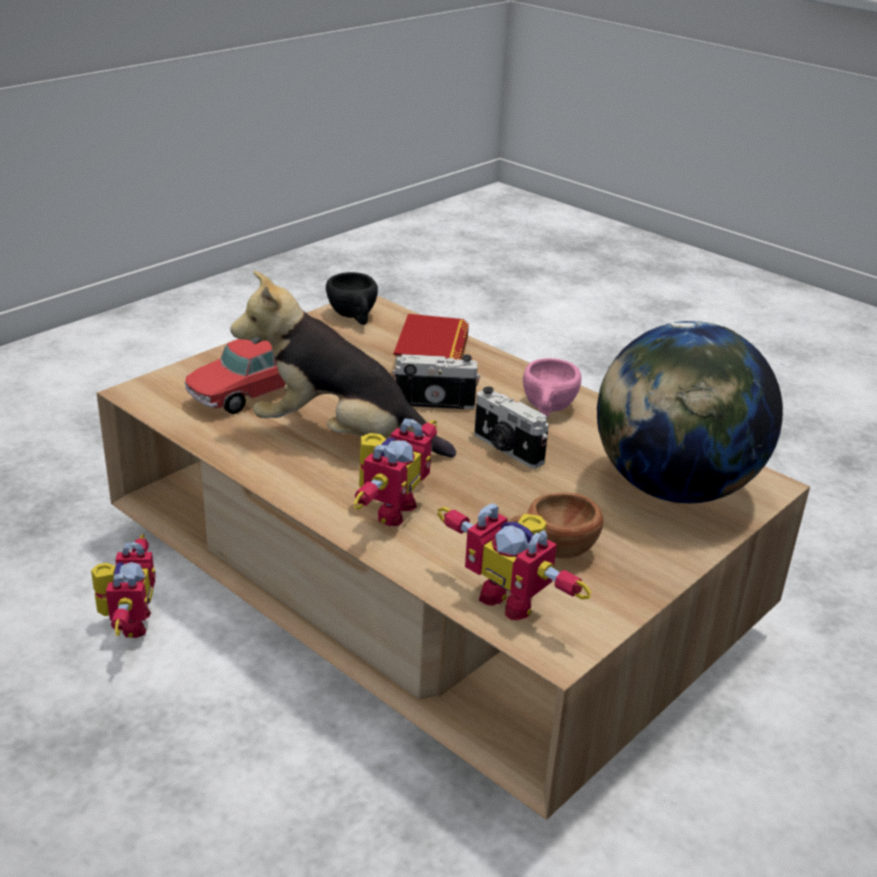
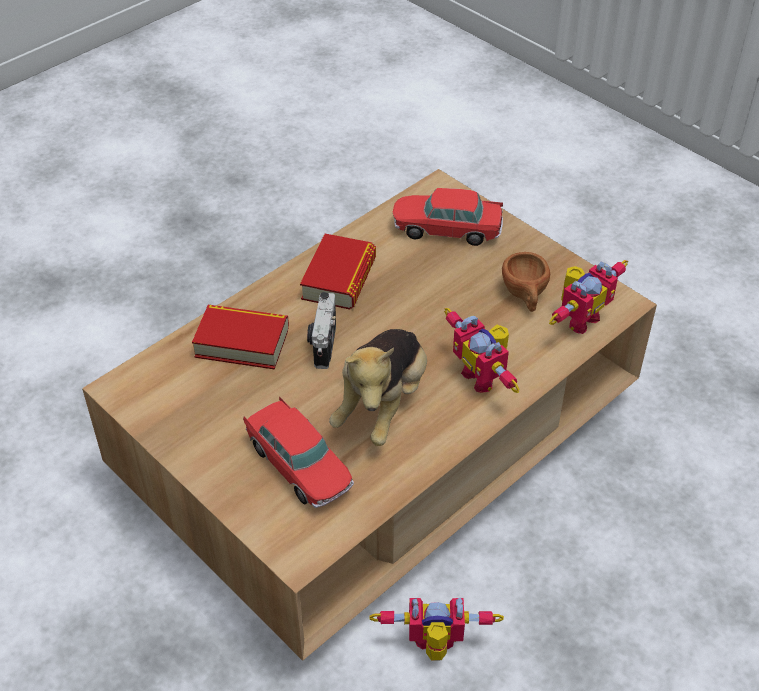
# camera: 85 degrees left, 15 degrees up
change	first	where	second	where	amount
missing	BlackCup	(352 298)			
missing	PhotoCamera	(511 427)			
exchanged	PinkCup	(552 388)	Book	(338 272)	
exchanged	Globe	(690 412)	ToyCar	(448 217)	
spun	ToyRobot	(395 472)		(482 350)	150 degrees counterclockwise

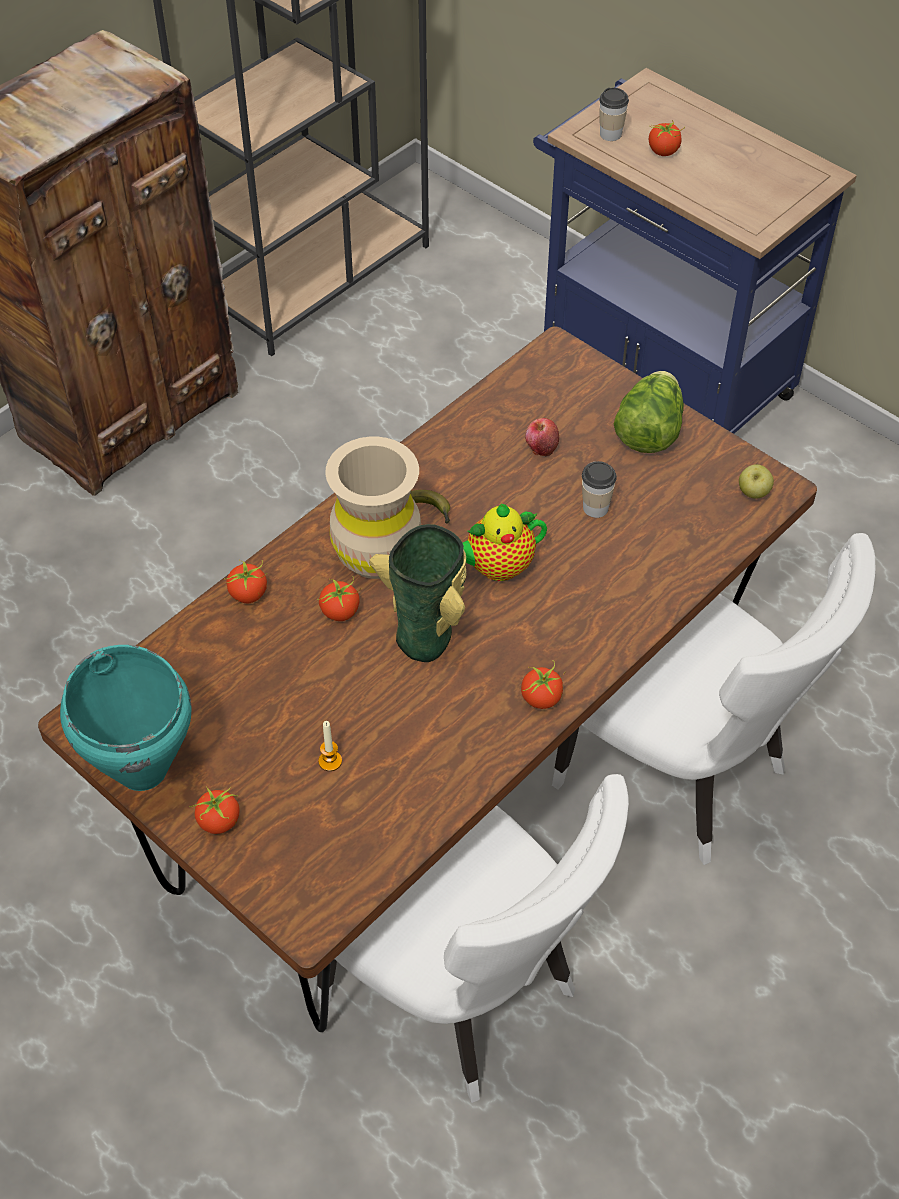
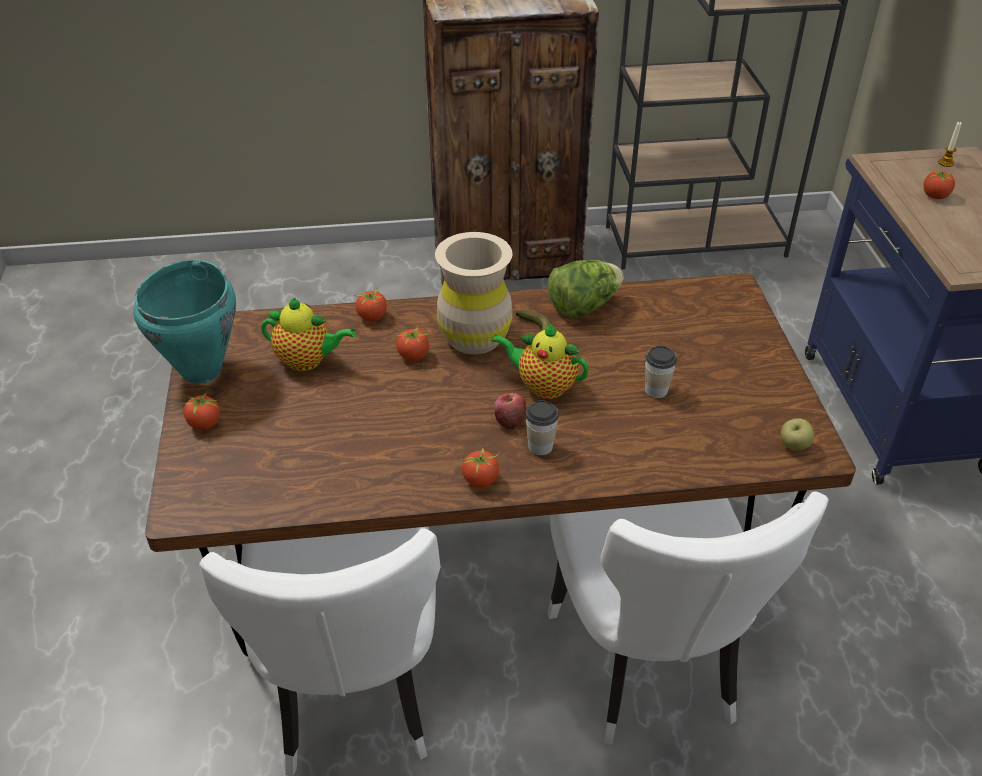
# camera: 40 degrees right, 10 degrees down
change	first	where	second	where	amount
missing	Vase	(418 593)			
appeared			Teapot	(308 334)	
relocated	Candle	(330 746)		(950 144)	
relocated	Apple	(542 437)		(510 411)	
relocated	Cup	(614 114)		(542 427)	
relocated	Lettuce	(649 412)		(585 289)	

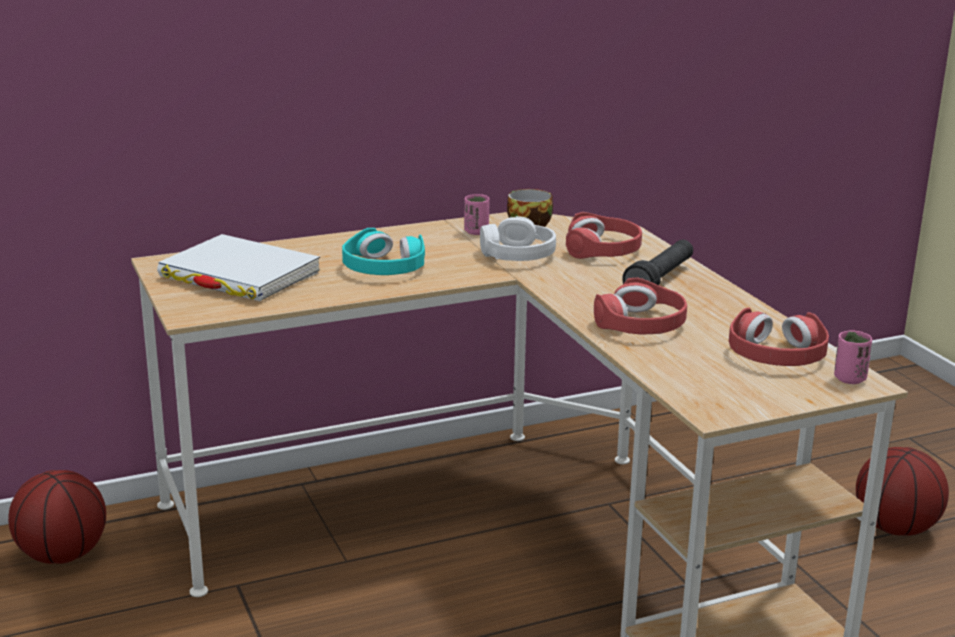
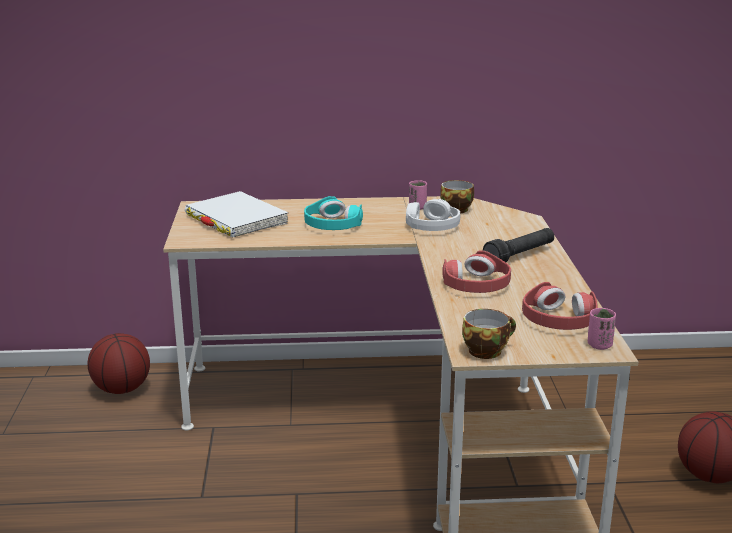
# camera: 20 degrees right, 0 degrees up
change	first	where	second	where	amount
missing	RedHeadphones	(604 235)			
appeared			Cup	(489 334)	

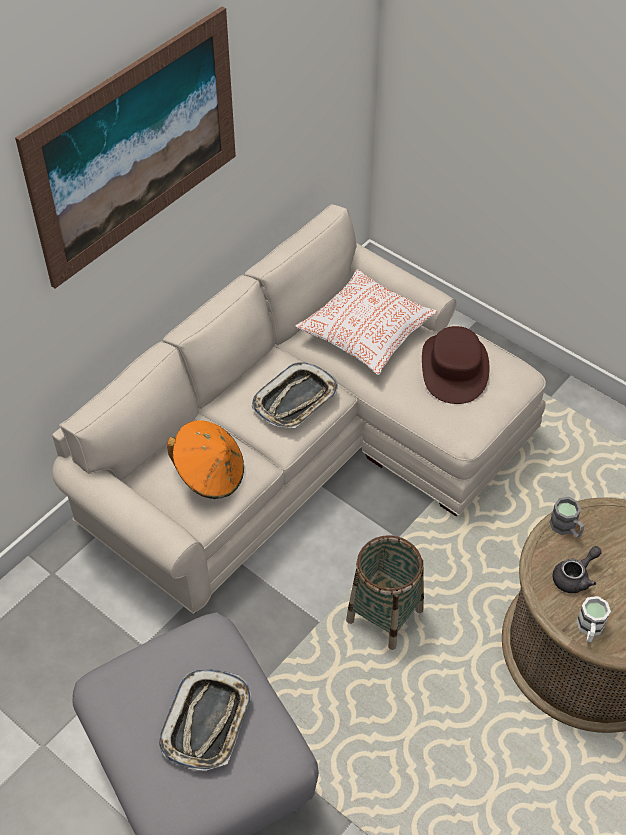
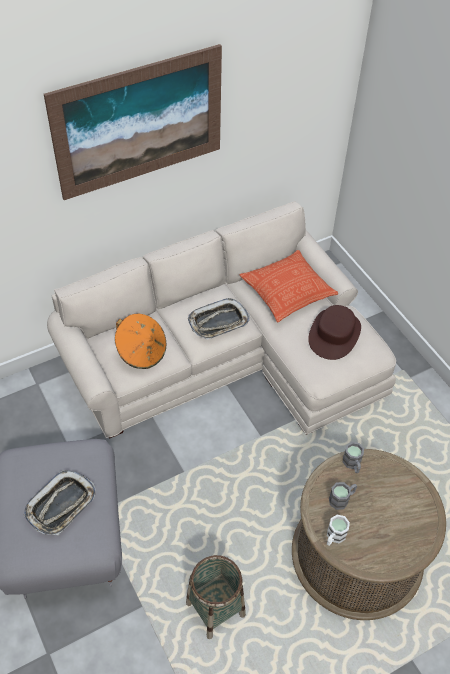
# camera: 20 degrees right, 0 degrees up
change	first	where	second	where	amount
relocated	Basket	(385 592)		(216 597)	
exchanged	GreyTeapot	(577 569)	GreyMug	(343 496)	
colour	WhitePillow	(367 322)	OrangePillow	(288 286)	

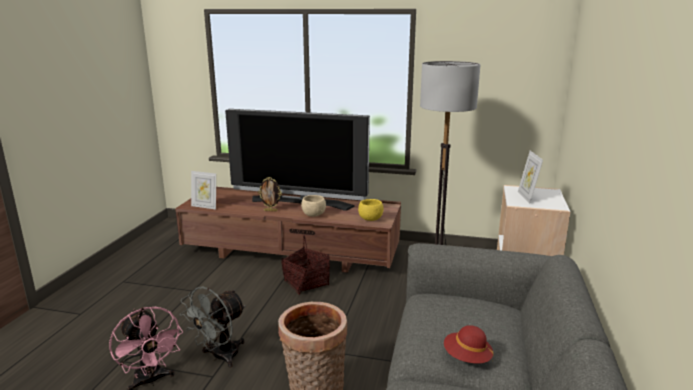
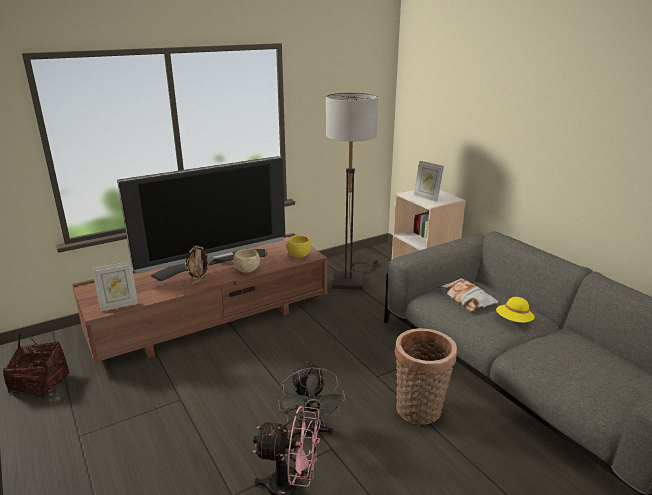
# camera: 45 degrees left, 5 degrees up
change	first	where	second	where	amount
appeared			Pillow	(468 295)	
relocated	Basket	(306 265)		(36 366)	
colour	RedHat	(468 344)	YellowHat	(515 310)	

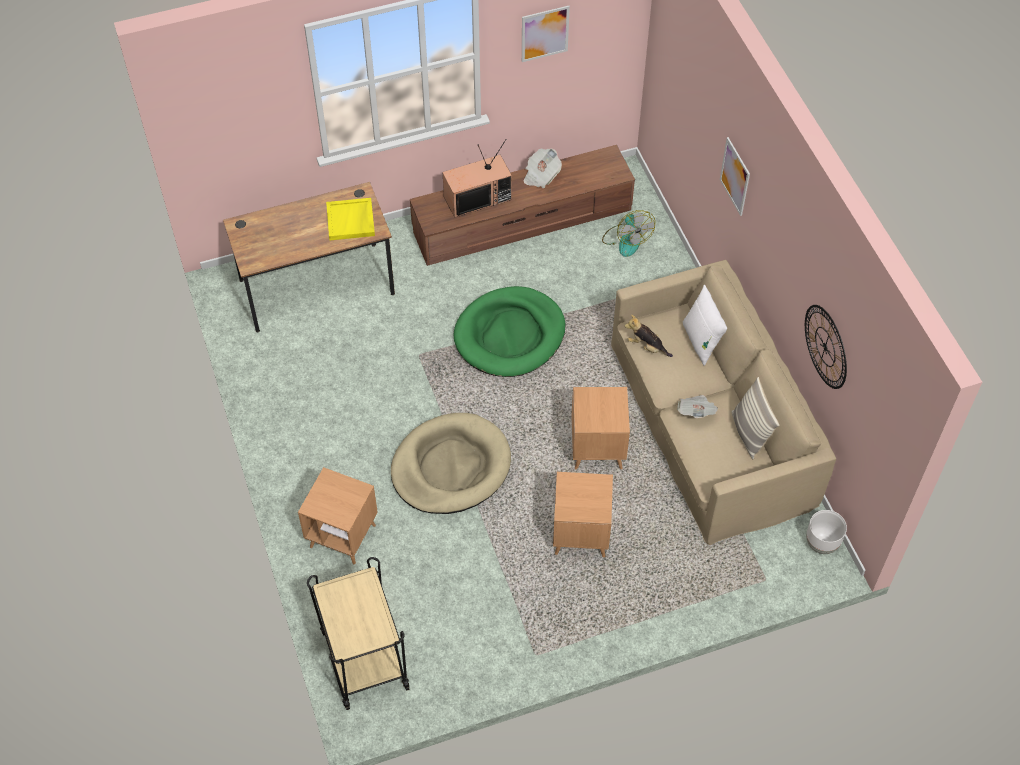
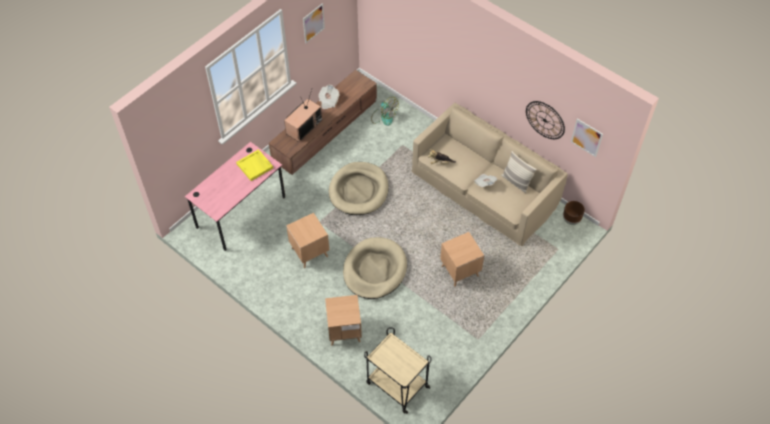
# camera: 30 degrees left, 0 degrees up
change	first	where	second	where	amount
missing	WhitePillow	(705 325)			
relocated	BrownSideTable	(600 428)		(307 240)	
relocated	Picture	(735 176)		(587 138)	
colour	BrownDesk	(309 257)	PinkDesk	(235 196)	
colour	GreenDogBed	(510 331)	BeigeDogBed	(359 188)	
colour	WhitePlanter	(826 532)	BrownPlanter	(574 213)	

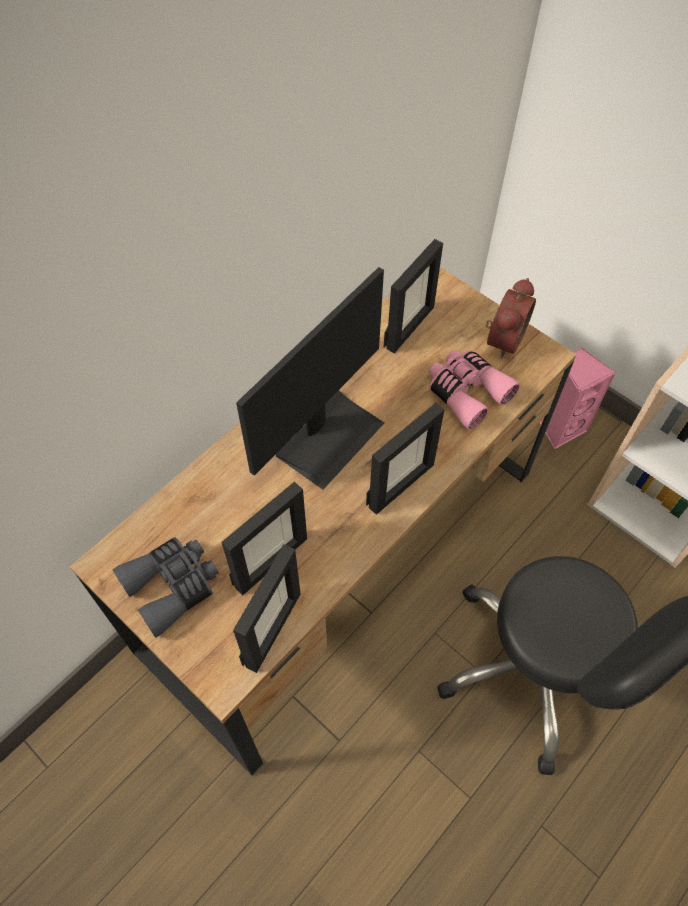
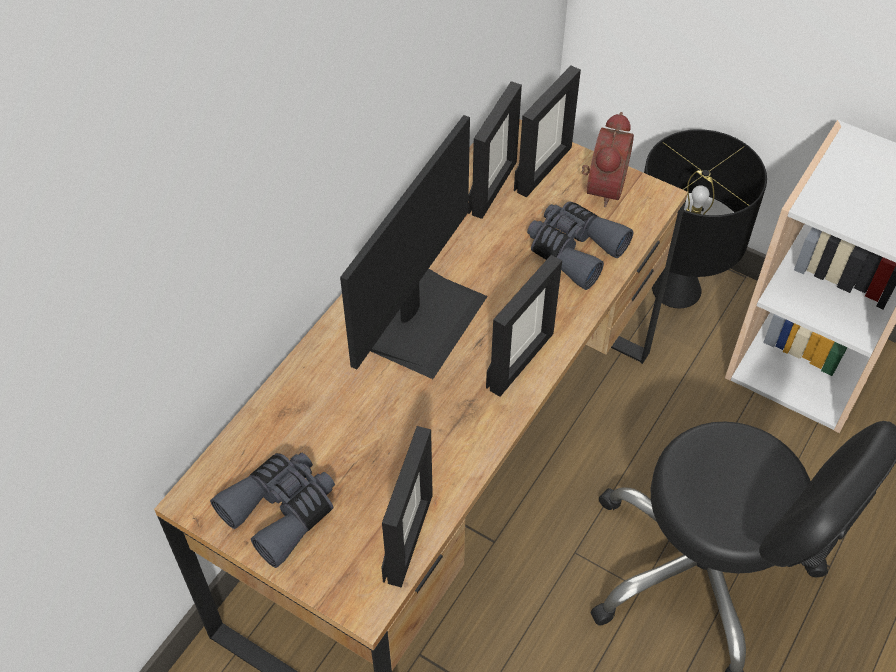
# camera: 10 degrees left, 5 degrees down
change	first	where	second	where	amount
relocated	PictureFrame	(264 538)		(547 131)	
exchanged	PinkSpeaker	(577 398)	BlackTableLamp	(705 218)	
colour	PinkBinoculars	(474 390)	GreyBinoculars	(580 245)	

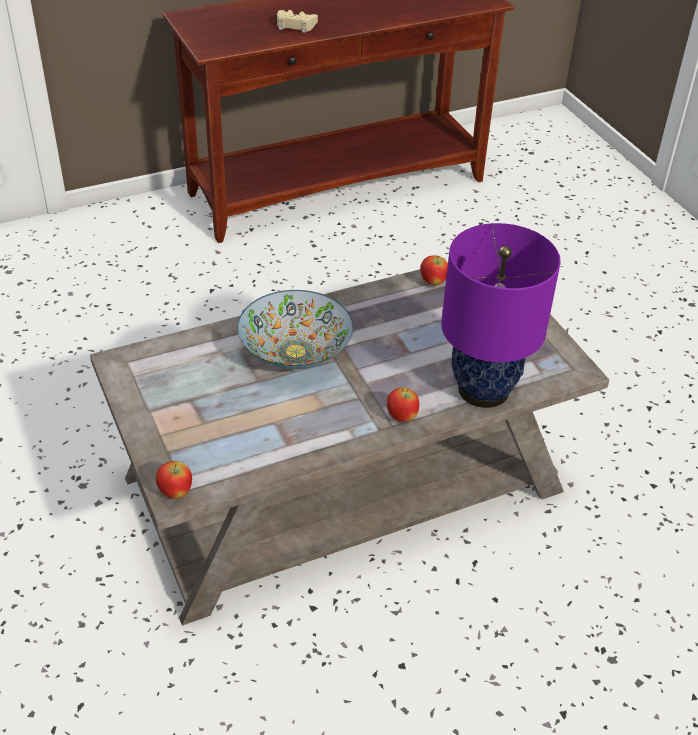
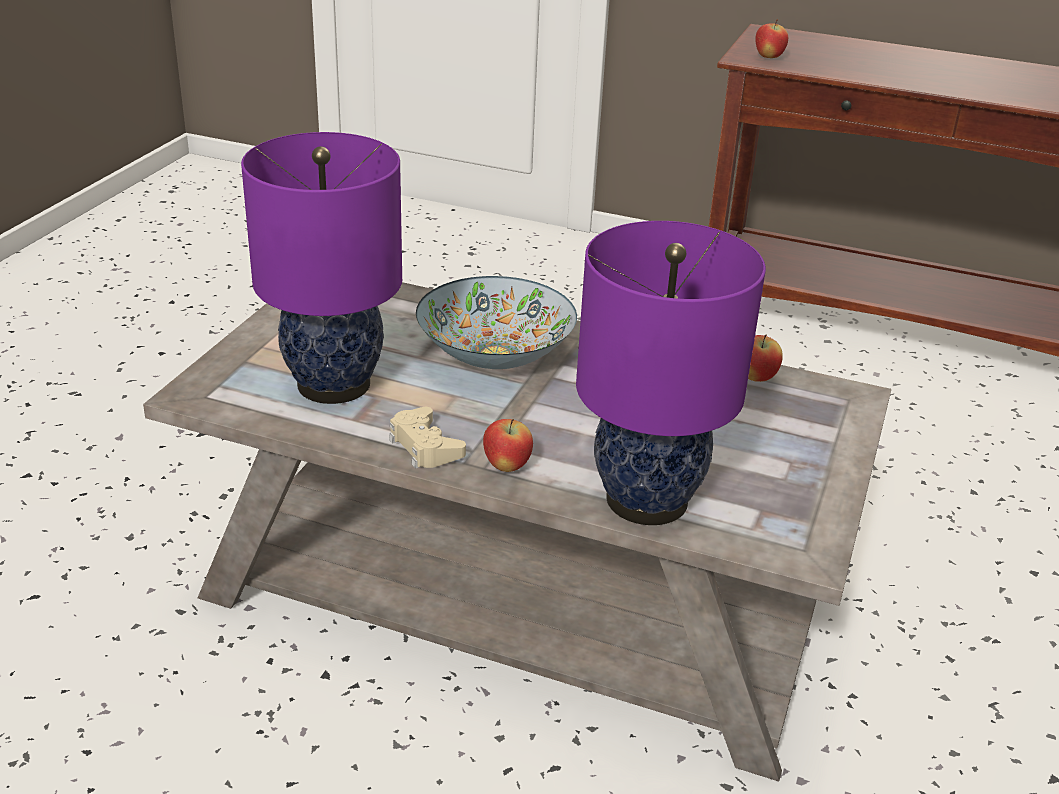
# camera: 45 degrees right, 10 degrees down
change	first	where	second	where	amount
appeared			PurpleTableLamp	(321 268)	
relocated	Apple	(174 480)		(771 38)	
relocated	BeigeGameController	(297 21)		(427 438)	

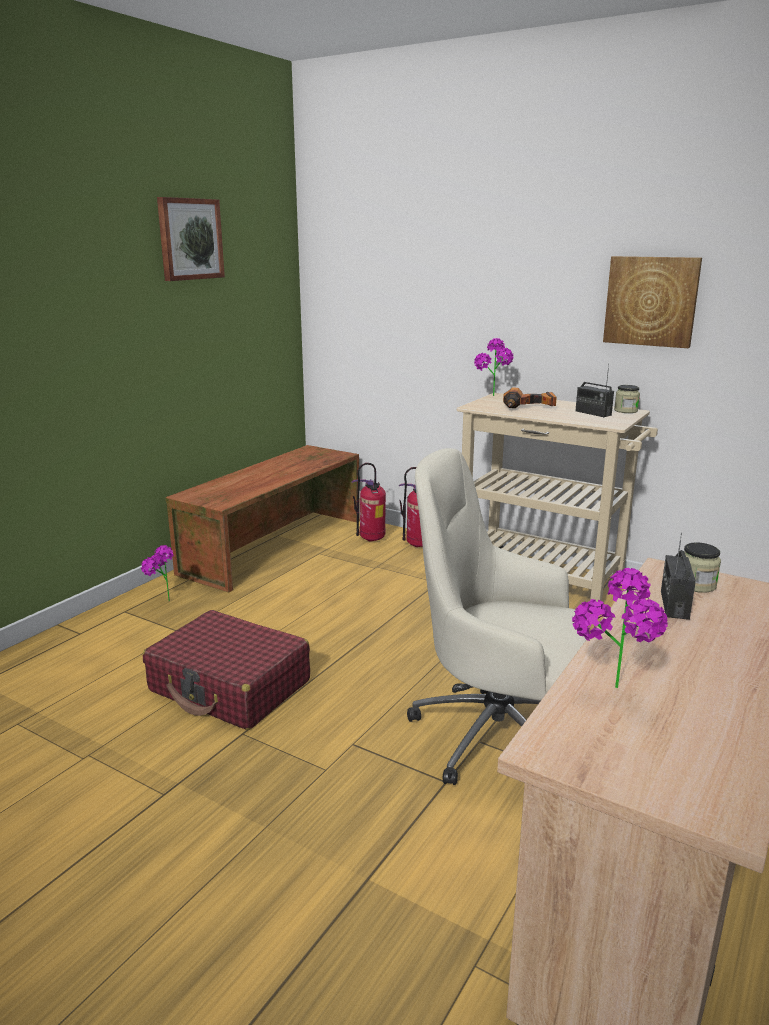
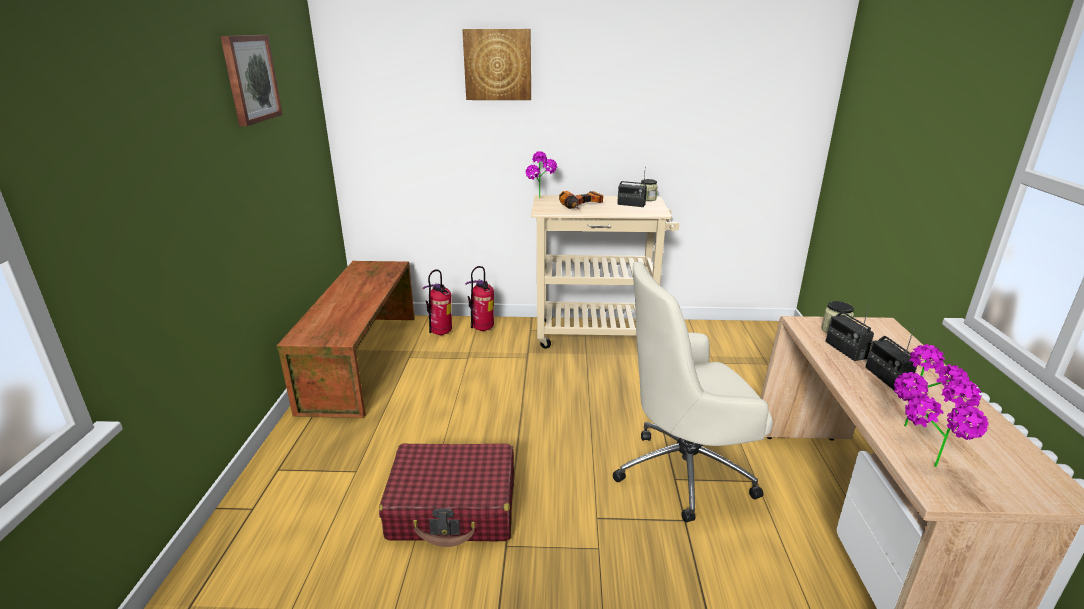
# camera: 30 degrees left, 5 degrees up
change	first	where	second	where	amount
appeared			Radio	(891 359)	
relocated	PottedPlant	(157 573)		(947 423)	
relocated	Picture	(652 302)		(496 64)	

